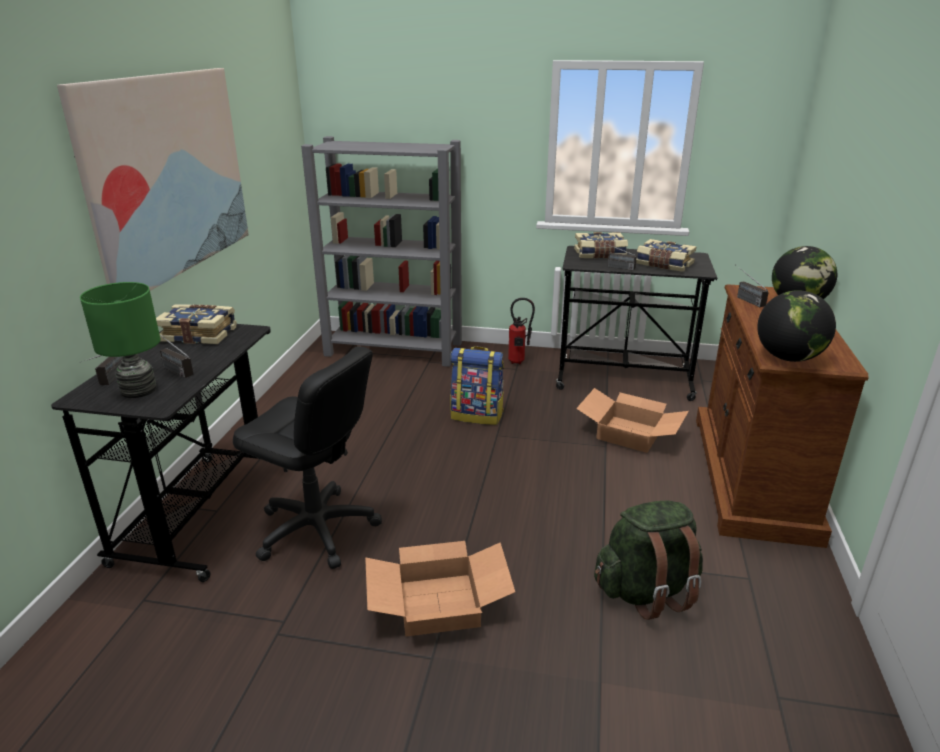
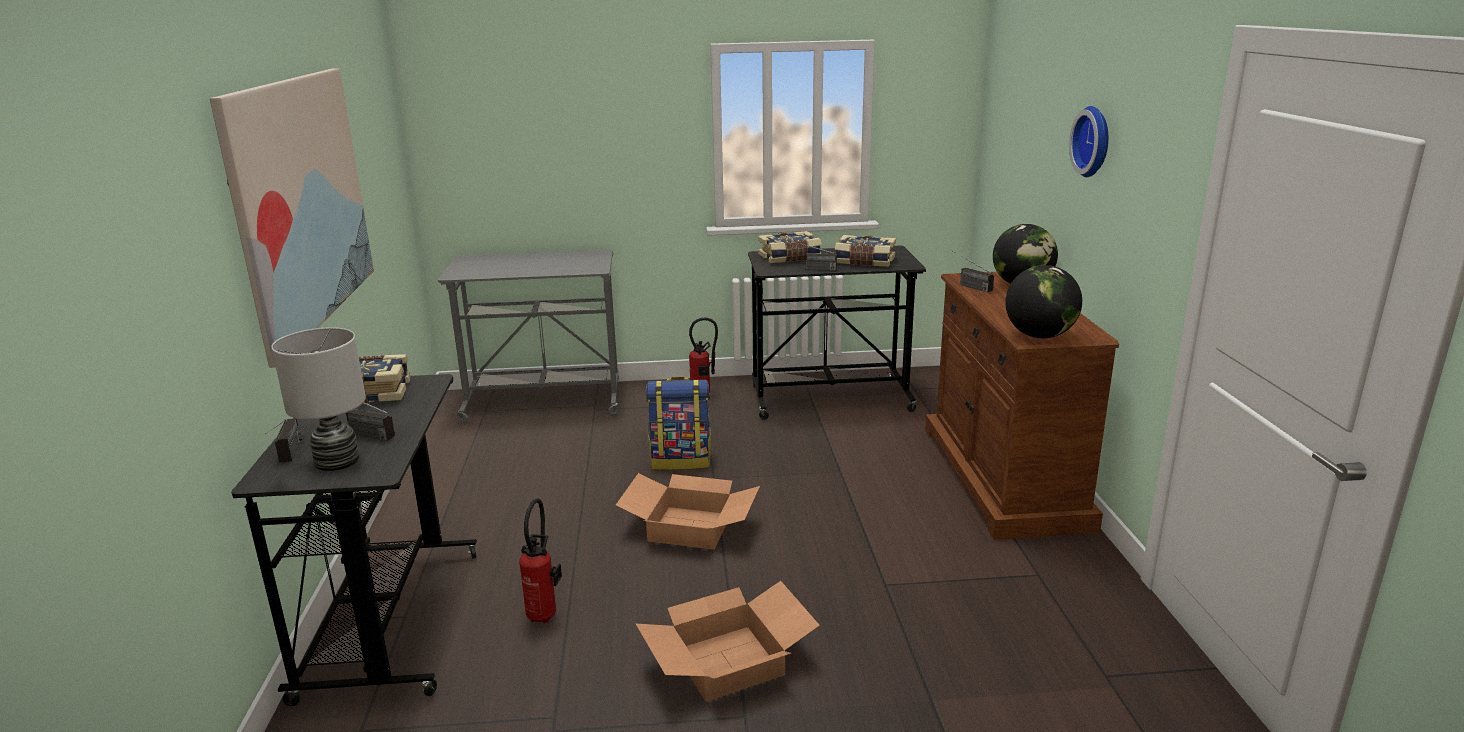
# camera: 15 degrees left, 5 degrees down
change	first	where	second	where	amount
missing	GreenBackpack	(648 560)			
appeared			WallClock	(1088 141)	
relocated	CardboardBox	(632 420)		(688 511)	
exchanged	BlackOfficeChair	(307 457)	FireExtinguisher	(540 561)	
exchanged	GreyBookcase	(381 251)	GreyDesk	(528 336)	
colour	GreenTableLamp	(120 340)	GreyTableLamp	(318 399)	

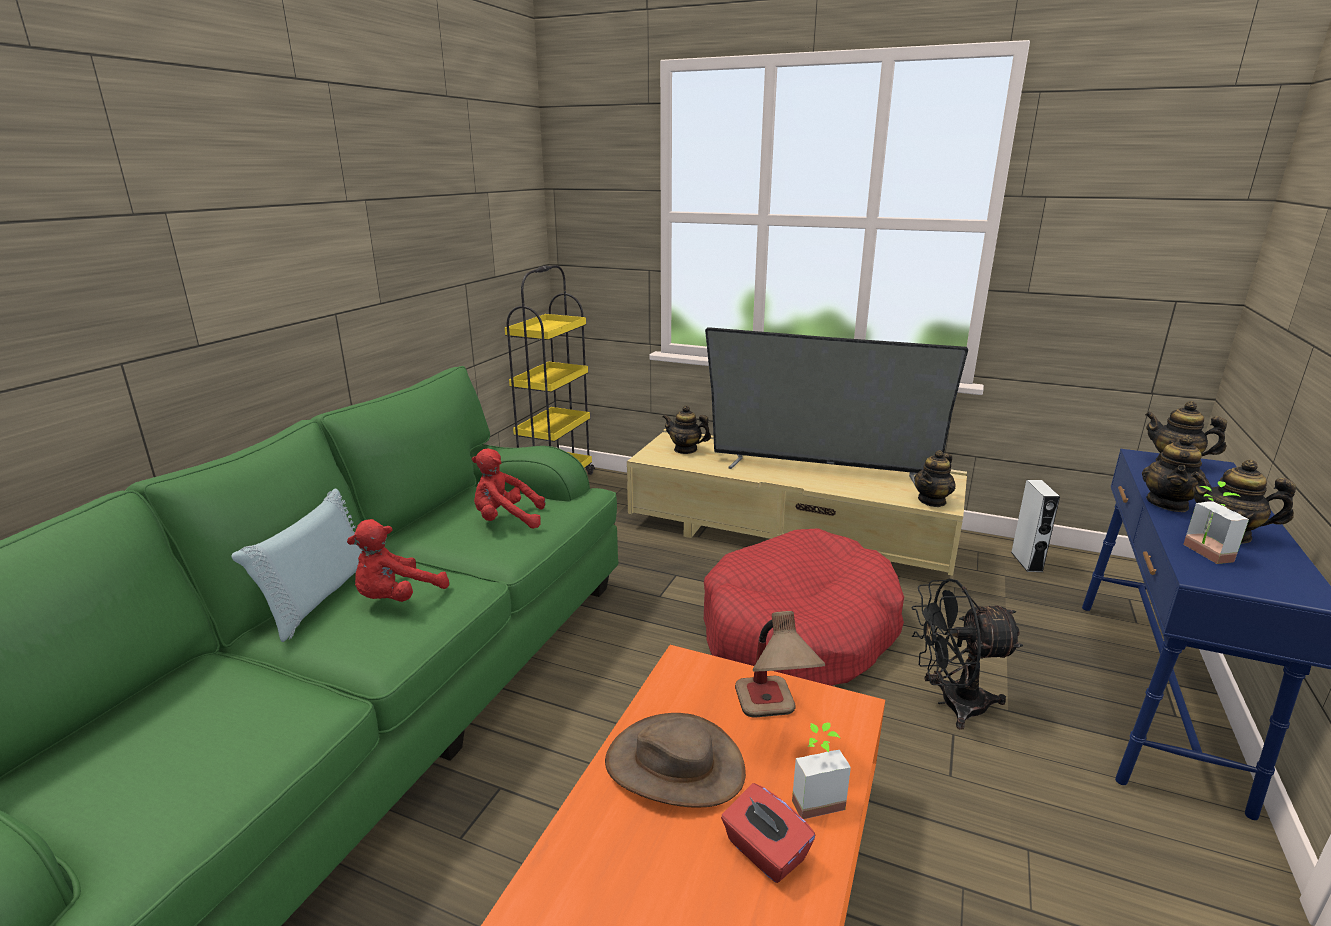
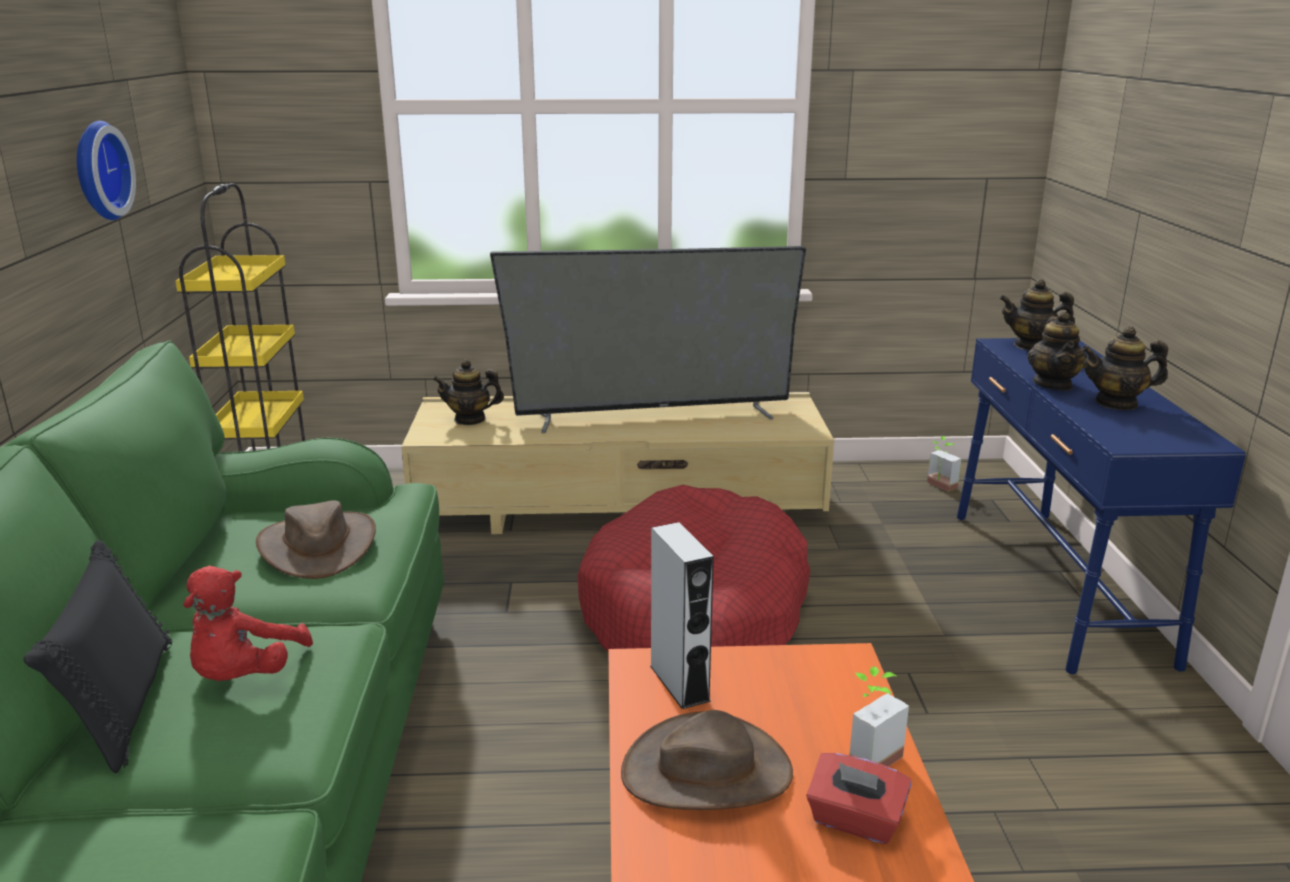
# camera: 25 degrees left, 0 degrees up
change	first	where	second	where	amount
missing	TableLamp	(780 664)			
missing	BlackFan	(967 654)			
missing	Teapot	(935 478)			
appeared			WallClock	(106 170)	
relocated	GreySpeaker	(1035 526)		(682 615)	
relocated	PottedPlant	(1216 522)		(944 464)	
exchanged	RedPlushToy	(508 489)	BrownHat	(316 539)	
colour	BluePillow	(296 565)	BlackPillow	(98 656)	

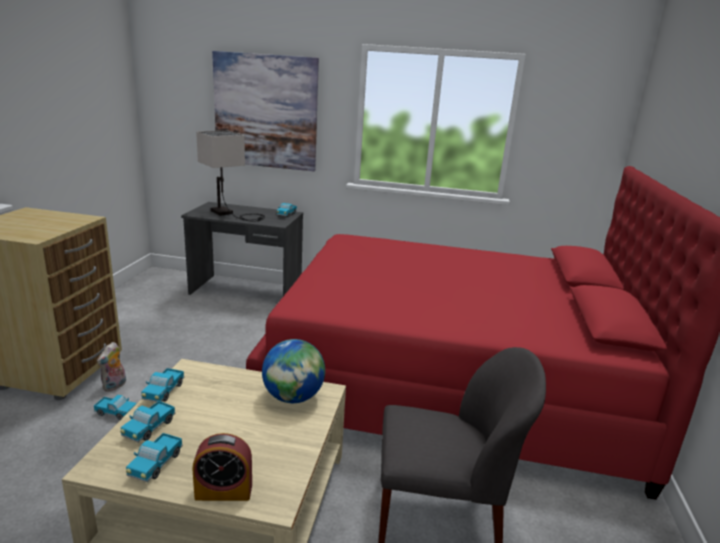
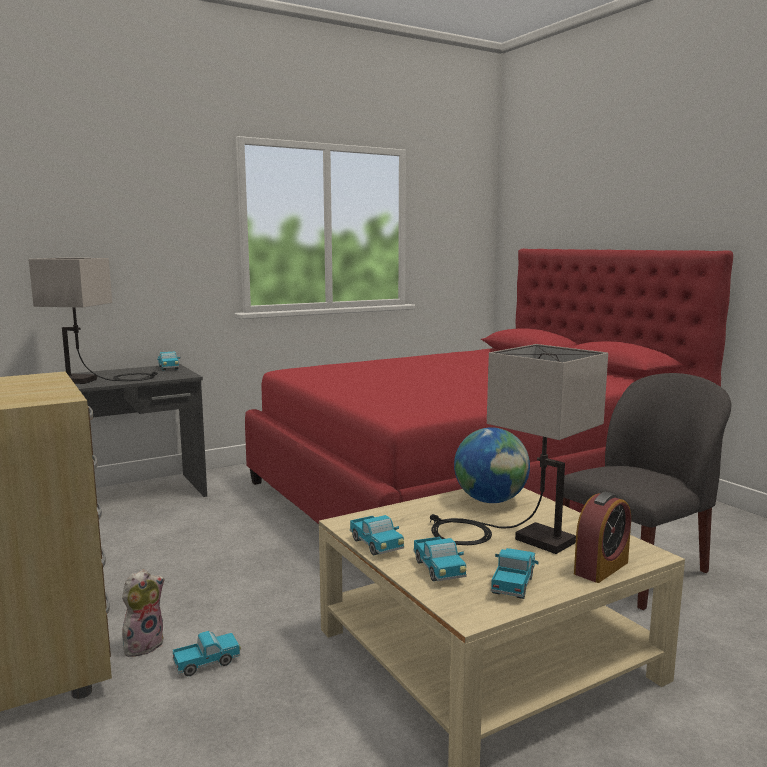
# camera: 40 degrees left, 10 degrees down
change	first	where	second	where	amount
missing	Picture	(265 111)			
appeared			TableLamp	(519 449)	
spun	PlushToy	(111 367)		(143 613)	120 degrees counterclockwise
spun	ToyTruck	(154 457)		(515 573)	135 degrees counterclockwise

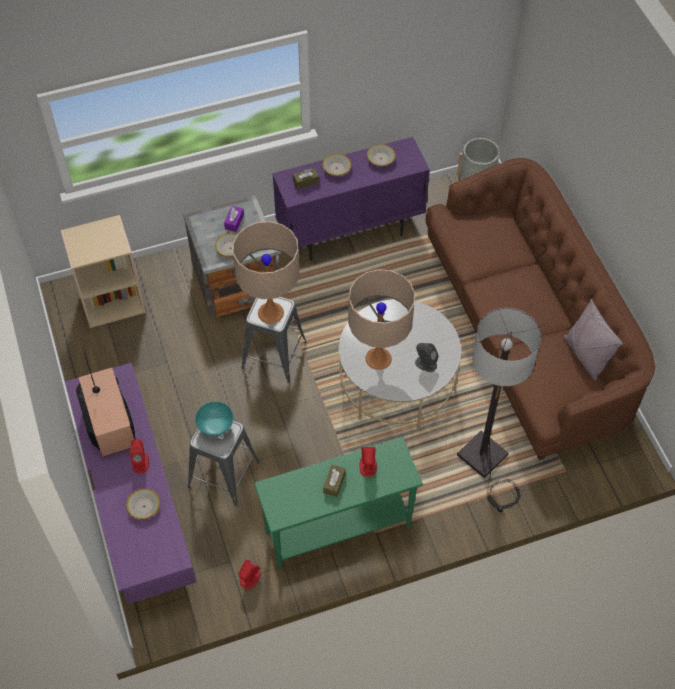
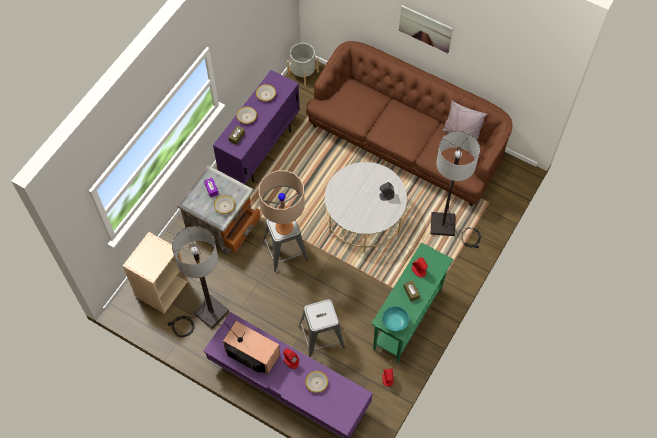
# camera: 40 degrees left, 5 degrees up
change	first	where	second	where	amount
missing	BeigeTableLamp	(381 319)			
appeared			FloorLamp	(198 281)	
appeared			Picture	(426 29)	
relocated	TurquoiseBowl	(214 418)		(395 319)	

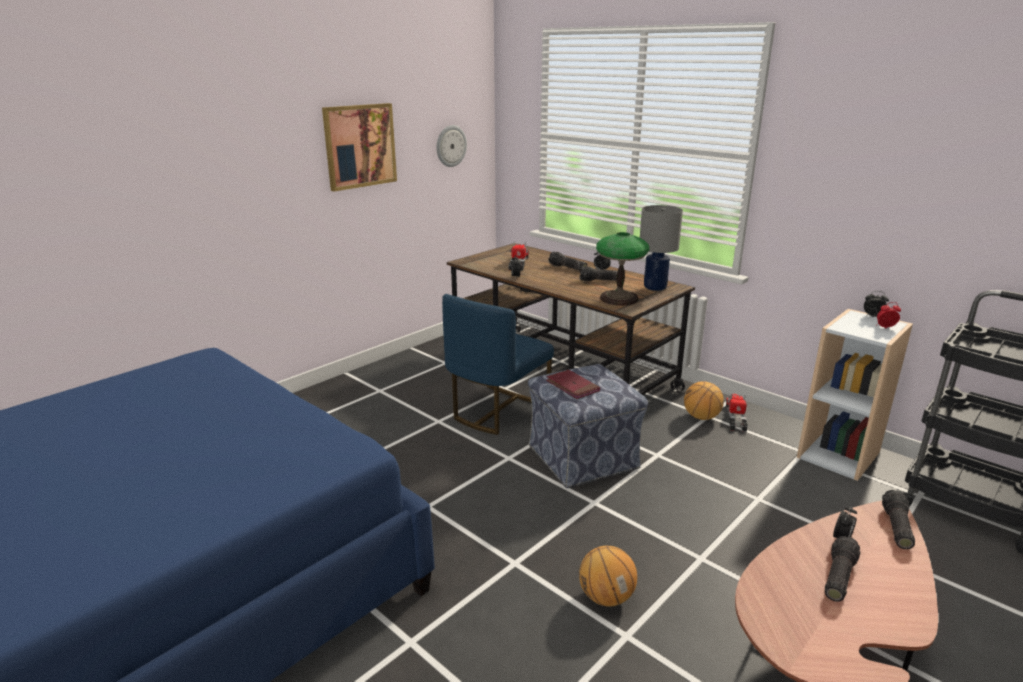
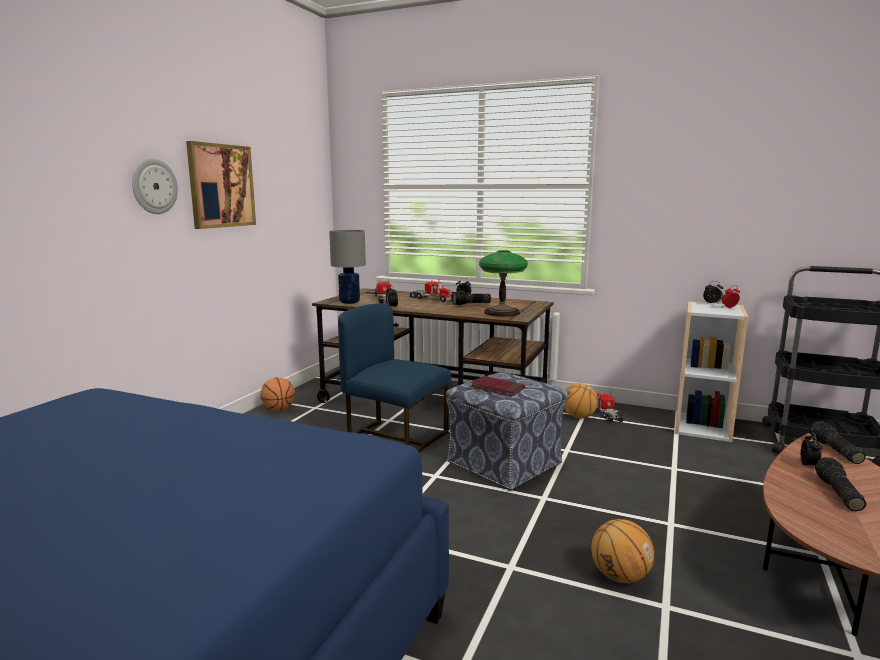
# camera: 20 degrees left, 10 degrees down
change	first	where	second	where	amount
appeared			Basketball	(277 394)	
relocated	WallClock	(452 146)		(155 186)	
relocated	GreyTableLamp	(661 248)		(347 267)	
exchanged	Flashlight	(568 261)	ToyTruck	(431 290)	
spun	BlueChair	(498 364)		(394 378)	105 degrees clockwise

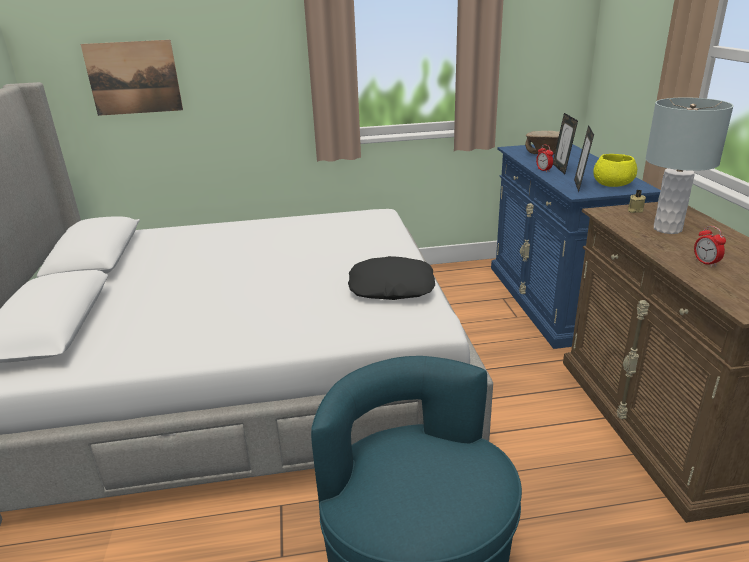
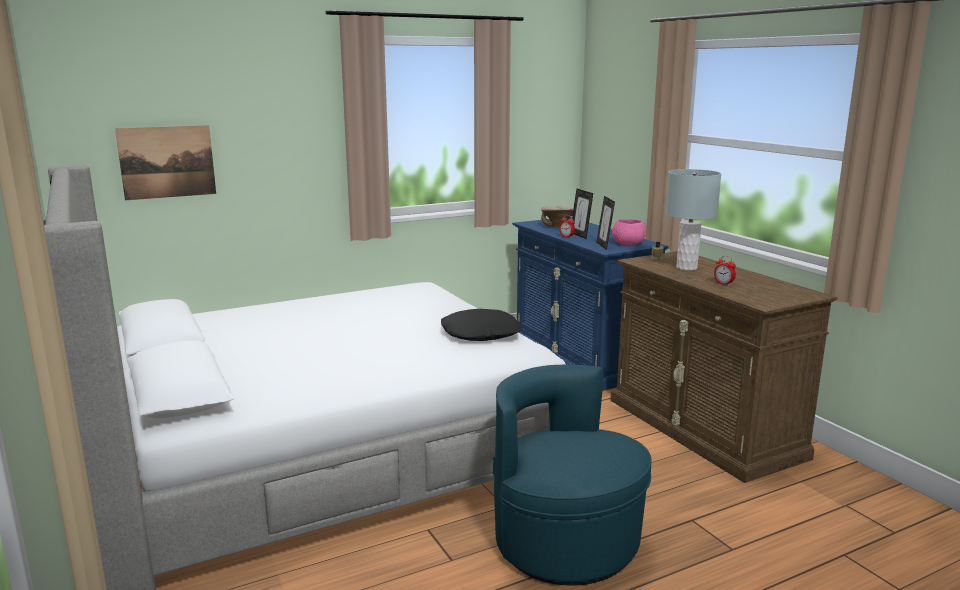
# camera: 20 degrees left, 10 degrees down
change	first	where	second	where	amount
colour	YellowBowl	(615 170)	PinkBowl	(629 232)	

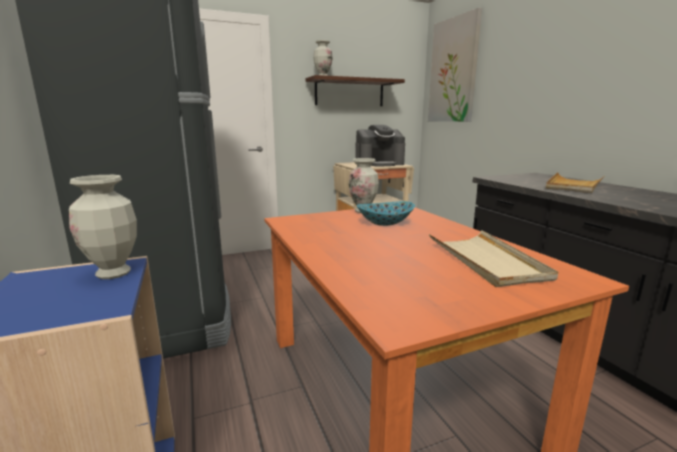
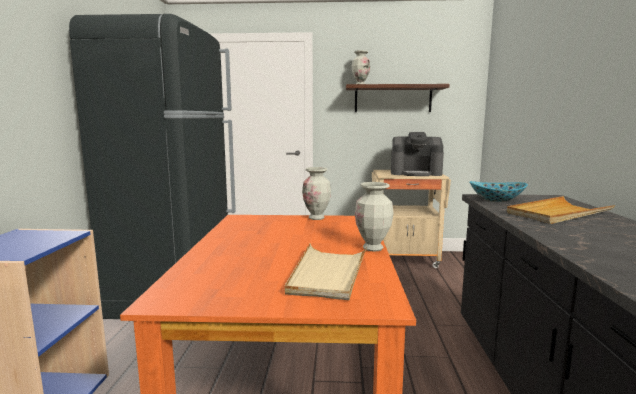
# camera: 25 degrees right, 5 degrees down
change	first	where	second	where	amount
missing	Picture	(455 65)			
relocated	Vase	(103 227)		(374 216)	
relocated	Bowl	(385 213)		(499 191)	

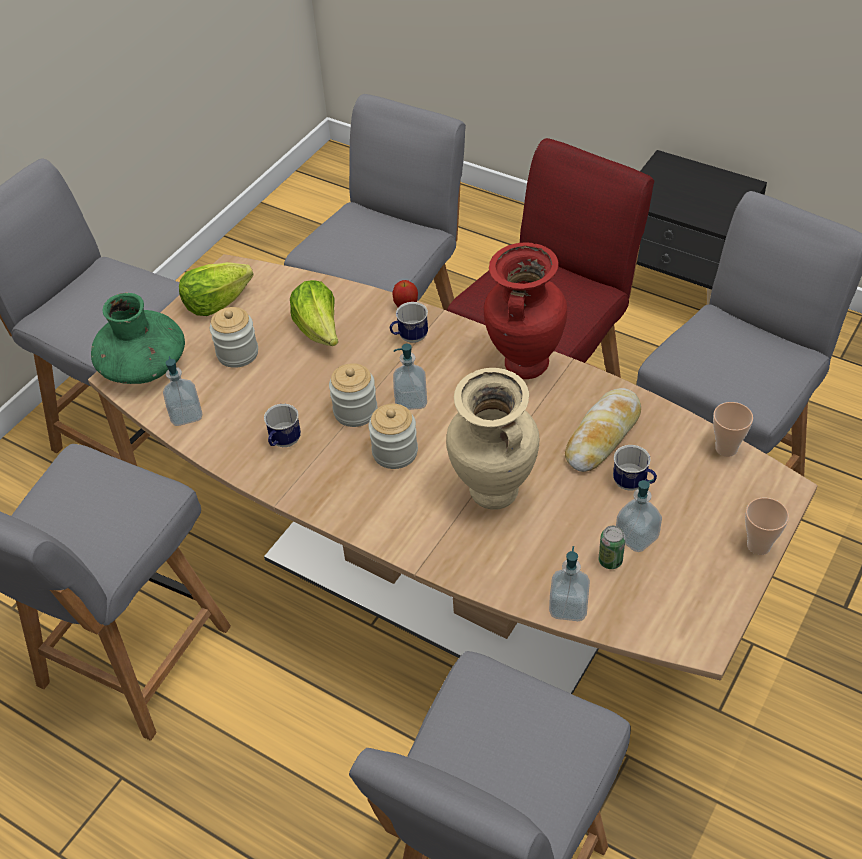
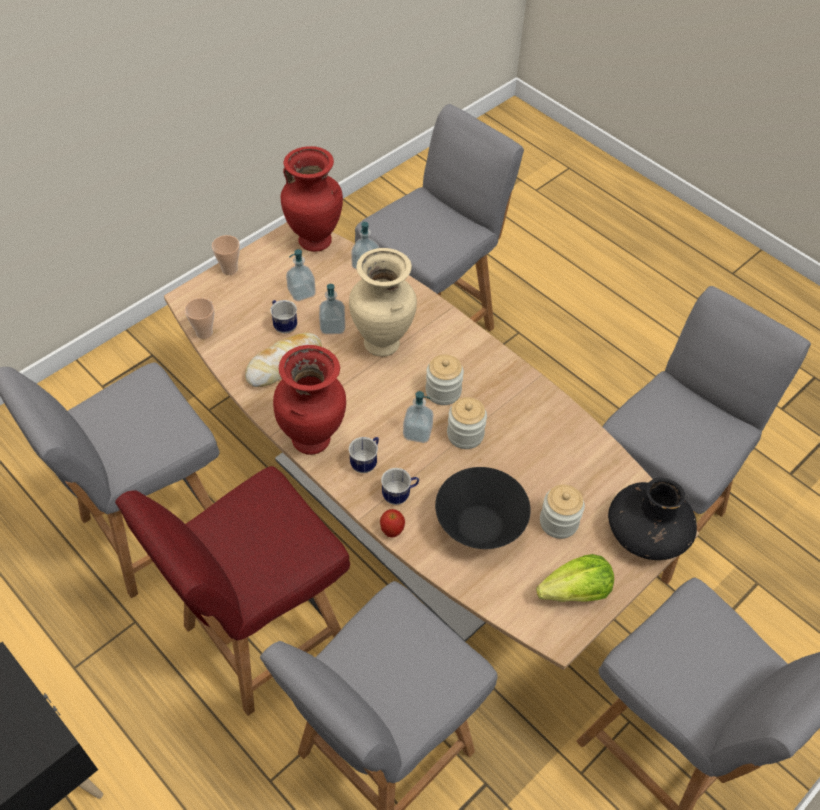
# camera: 170 degrees left, 5 degrees up
change	first	where	second	where	amount
missing	Can	(612 547)			
appeared			RedVase	(312 199)	
relocated	SoapDispenser	(182 391)		(332 309)	
relocated	Mug	(282 425)		(364 455)	
exchanged	Lettuce	(314 313)	BlackBowl	(483 508)	
colour	GreenVase	(138 338)	BlackVase	(652 518)	

